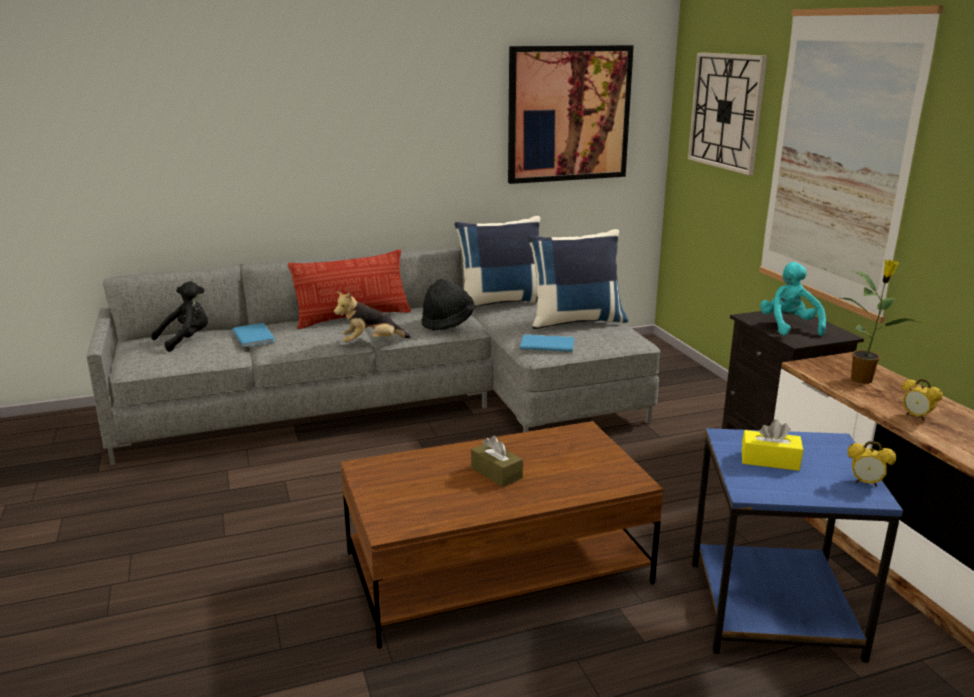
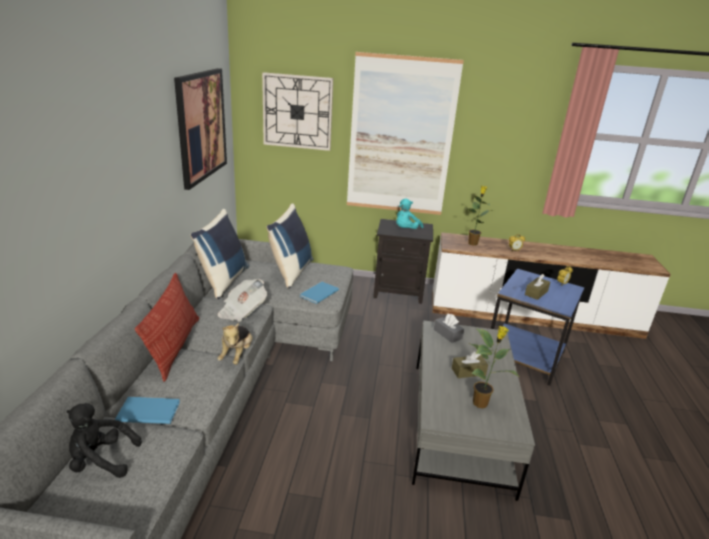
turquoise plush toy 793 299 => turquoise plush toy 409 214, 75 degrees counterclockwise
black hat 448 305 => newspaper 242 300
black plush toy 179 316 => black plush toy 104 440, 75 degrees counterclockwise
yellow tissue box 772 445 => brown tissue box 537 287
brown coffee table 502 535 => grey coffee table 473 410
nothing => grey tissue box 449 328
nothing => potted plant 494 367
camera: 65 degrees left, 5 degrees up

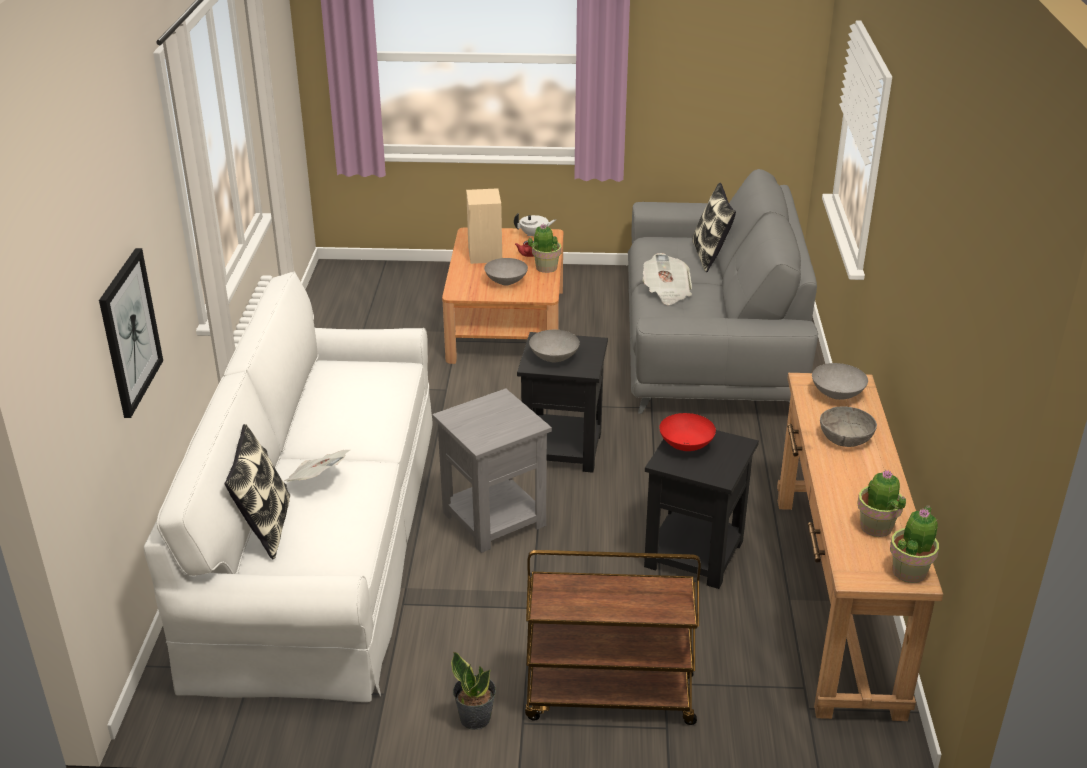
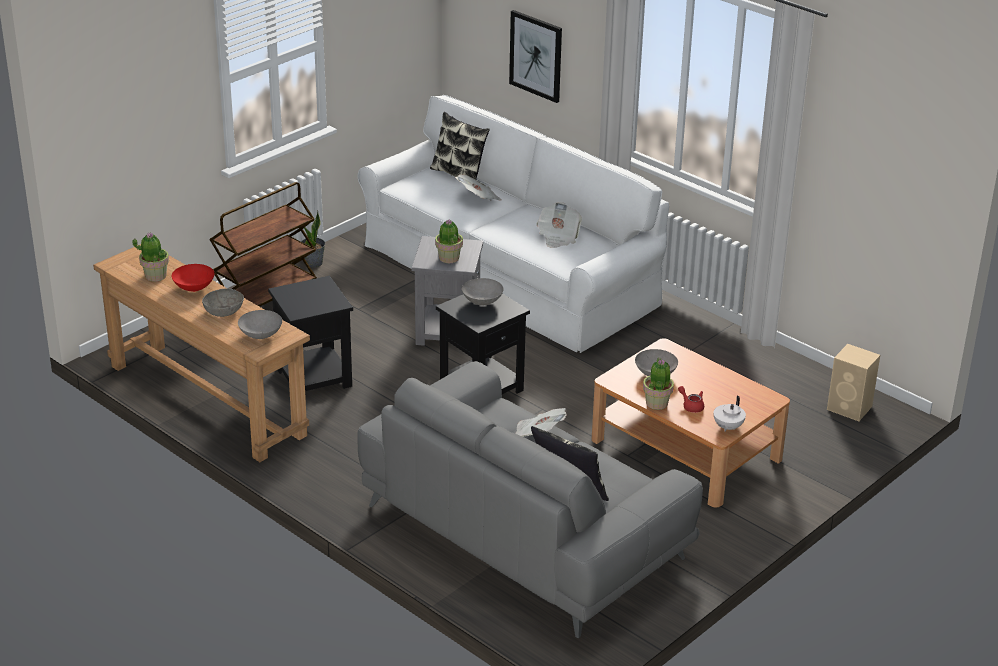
beige speaker 484 226 => beige speaker 853 382, relocated
red bowl 687 432 => red bowl 193 278, relocated
potted plant 914 544 => potted plant 449 241, relocated
nothing => newspaper 559 225
camera: 130 degrees right, 0 degrees up

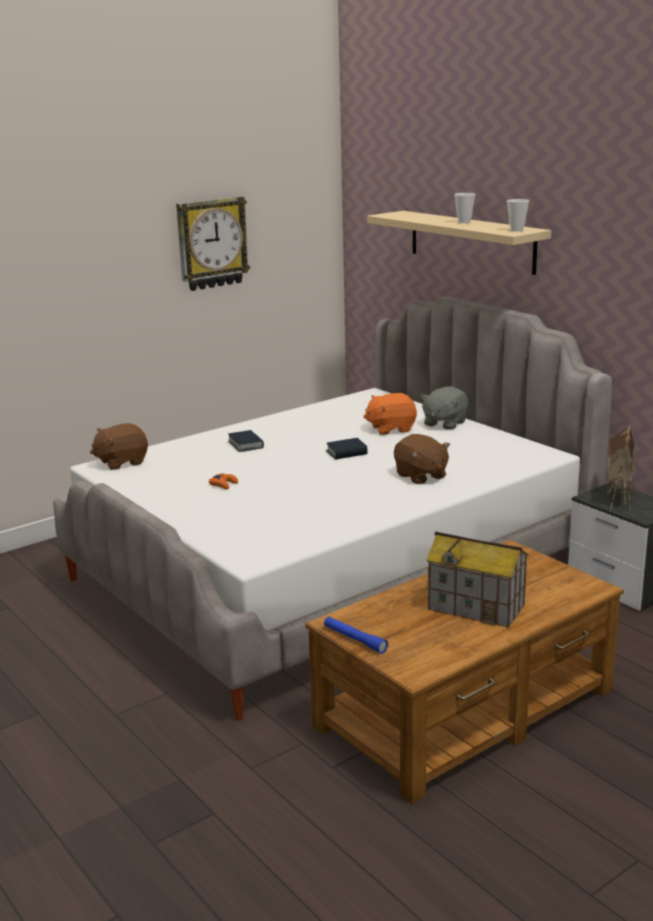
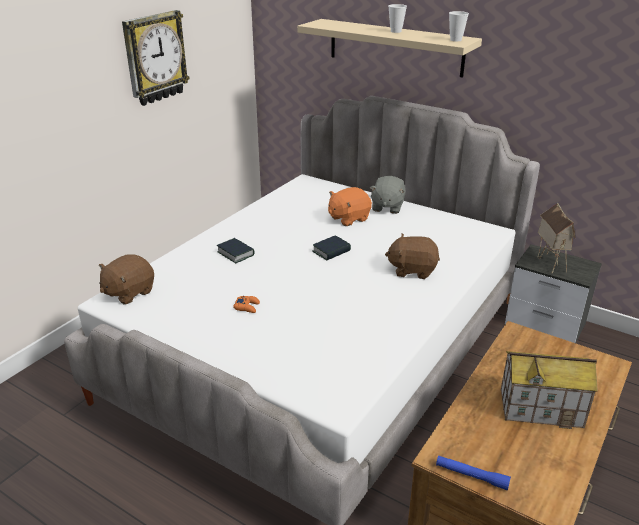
brown plush toy 422 459 => brown plush toy 412 256, 150 degrees clockwise
camera: 20 degrees left, 10 degrees up

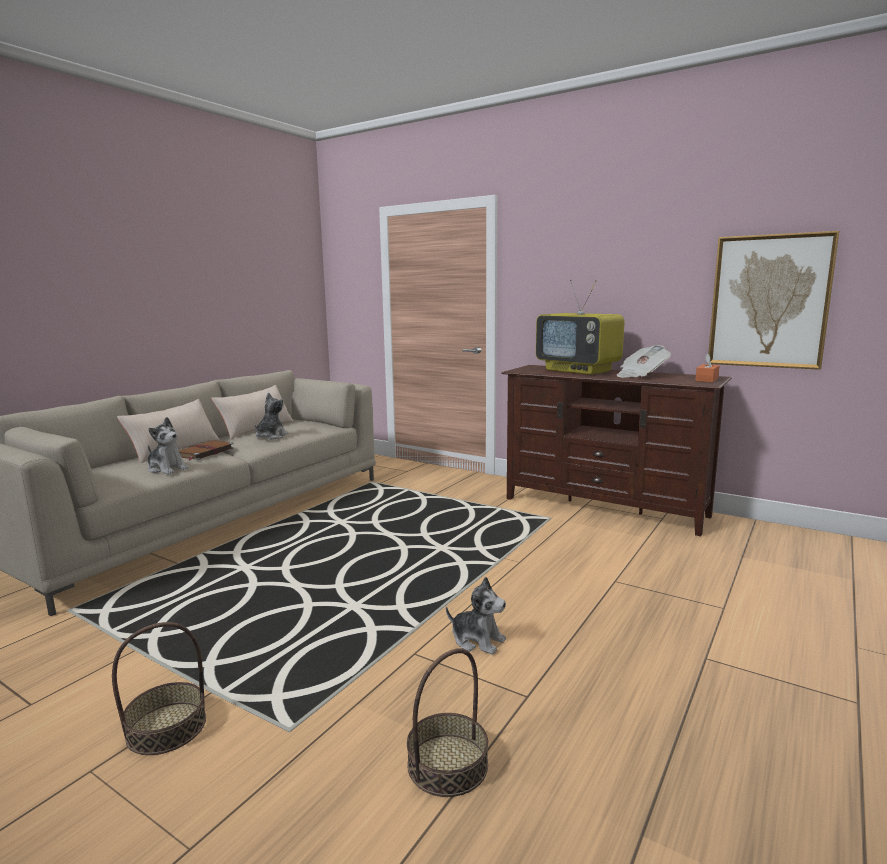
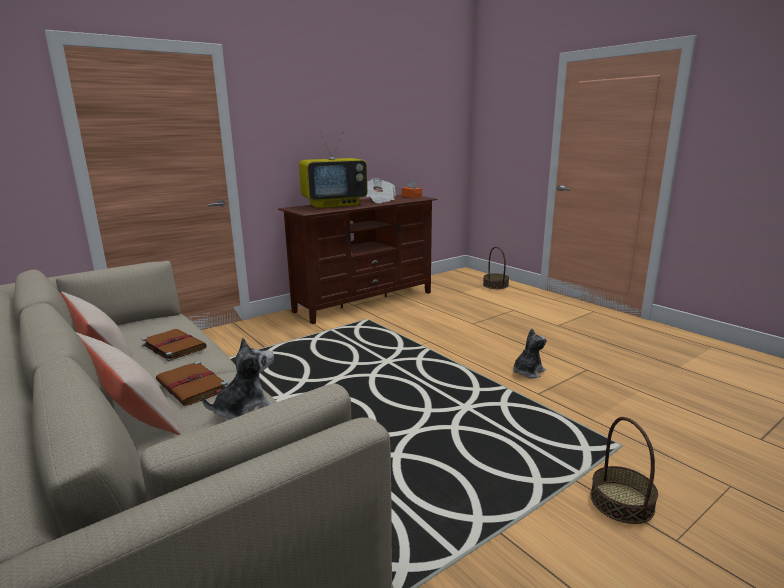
picture 773 300 => nothing
plush toy 271 416 => brown book 174 345
basket 447 722 => basket 496 268, relocated
camera: 70 degrees left, 5 degrees up

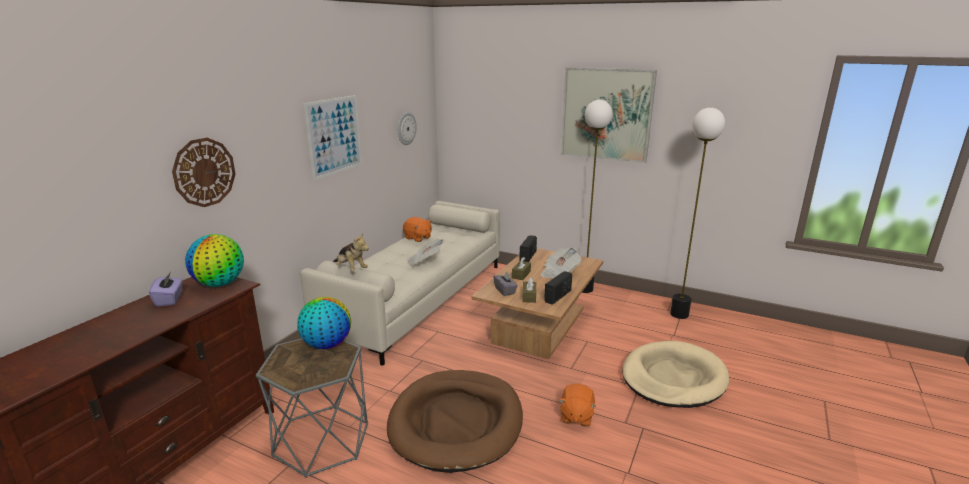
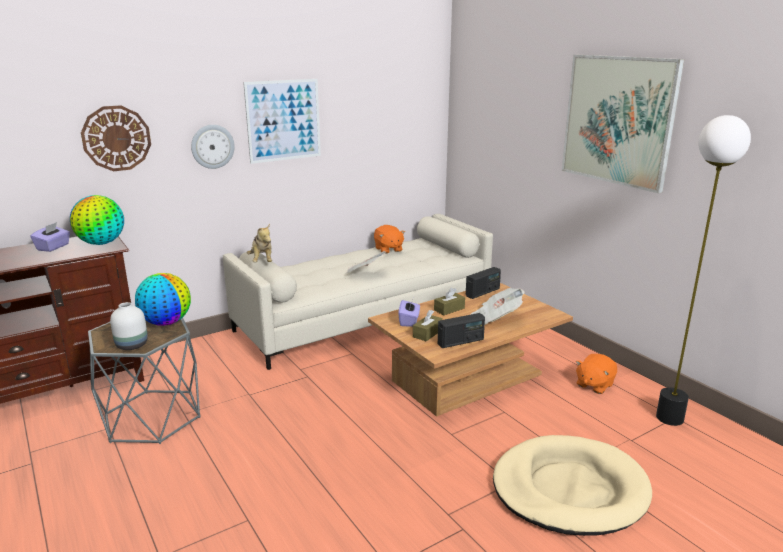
floor lamp 597 196 => nothing
wall clock 407 128 => wall clock 213 147, relocated
grey tissue box 505 283 => purple tissue box 409 313
brown dog bed 455 421 => nothing
orange plush toy 577 405 => orange plush toy 596 374, relocated
nothing => white vase 129 326
camera: 30 degrees right, 0 degrees up

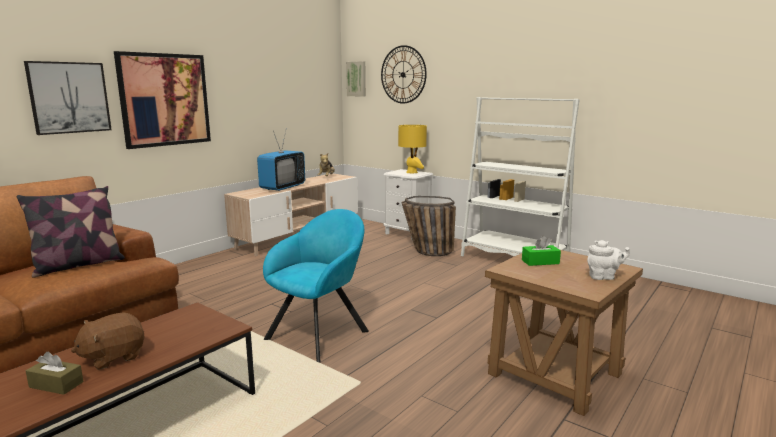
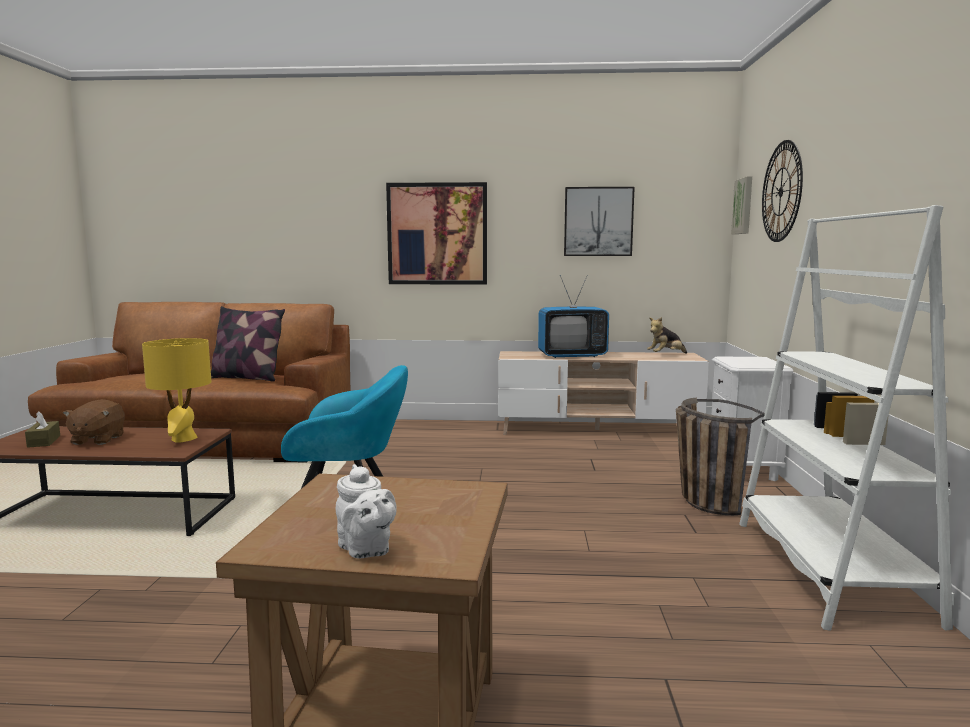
picture 68 98 => picture 599 221, relocated
yellow table lamp 412 149 => yellow table lamp 176 390, relocated
green tissue box 541 251 => nothing
brown plush toy 108 341 => brown plush toy 94 422, 105 degrees counterclockwise
camera: 55 degrees right, 5 degrees down

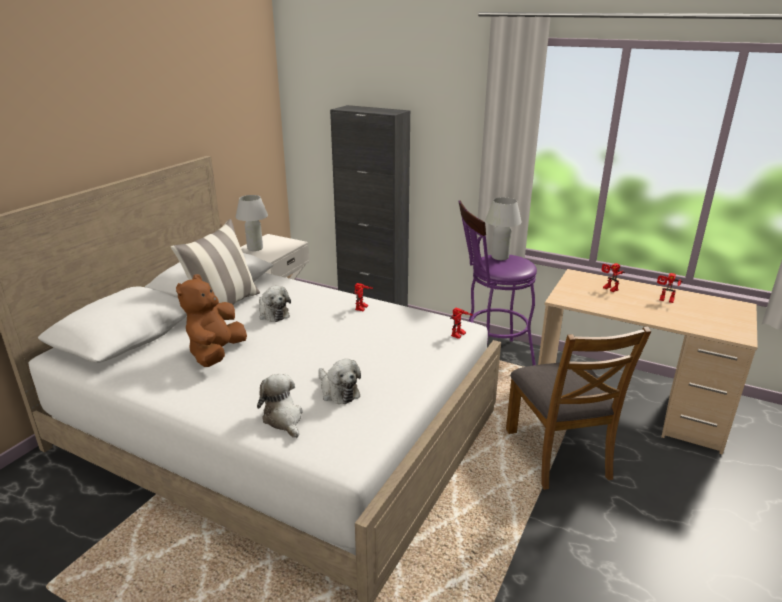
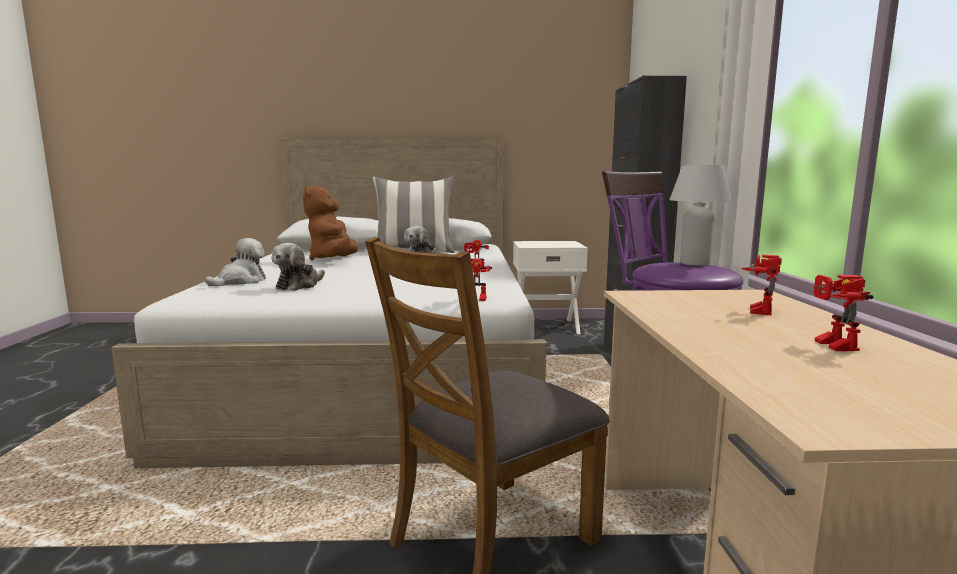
white table lamp 252 223 => nothing
brown plush toy 211 320 => brown plush toy 330 223, 75 degrees counterclockwise
camera: 60 degrees right, 15 degrees down

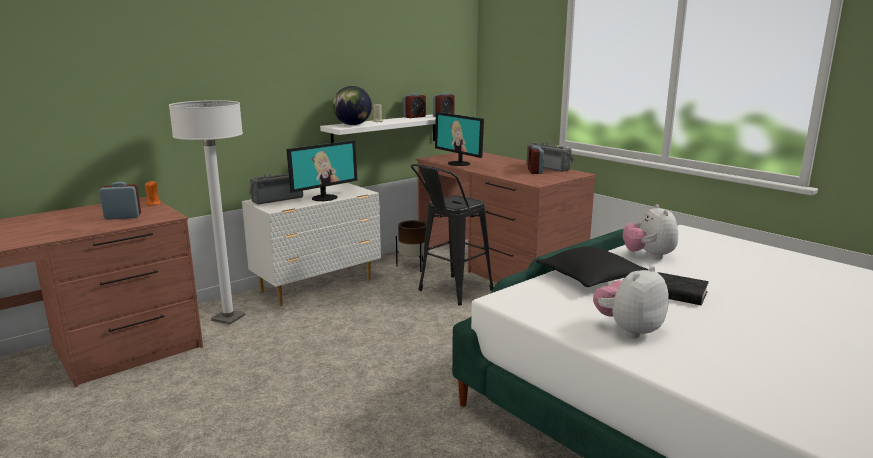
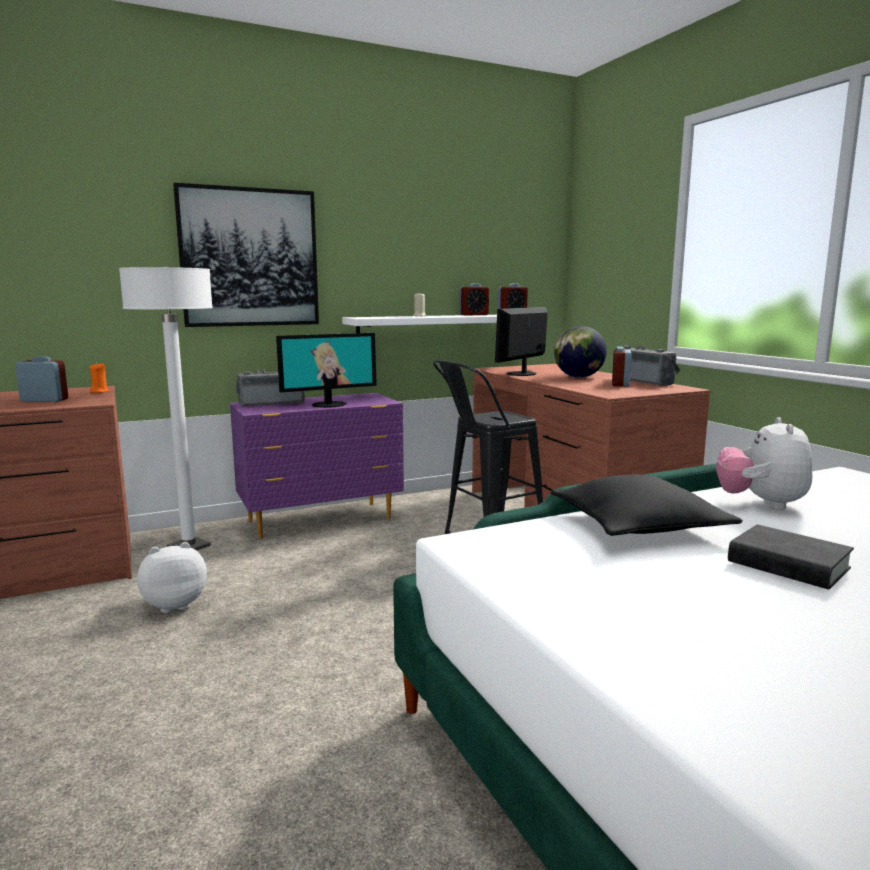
globe 352 105 => globe 580 352, relocated
monitor 459 139 => monitor 521 341, 60 degrees clockwise
white dresser 311 244 => purple dresser 317 466
brown planter 411 246 => nothing
plush toy 631 302 => plush toy 172 577, relocated
nothing => picture 246 255
camera: 15 degrees right, 5 degrees down

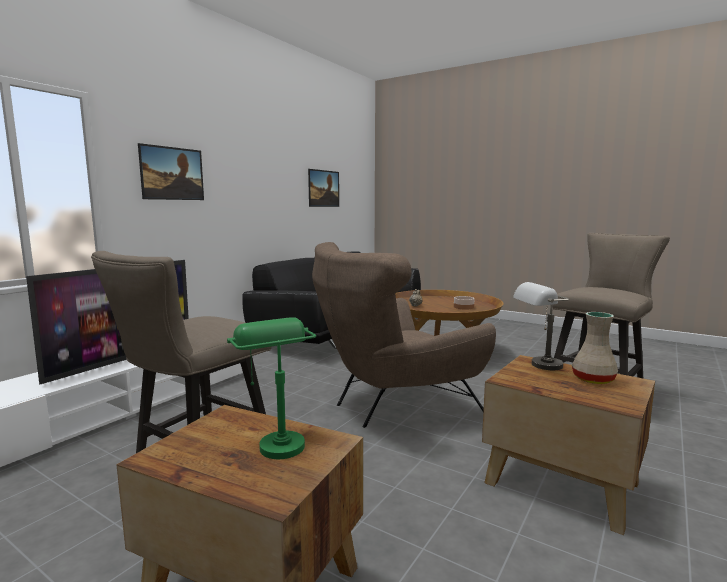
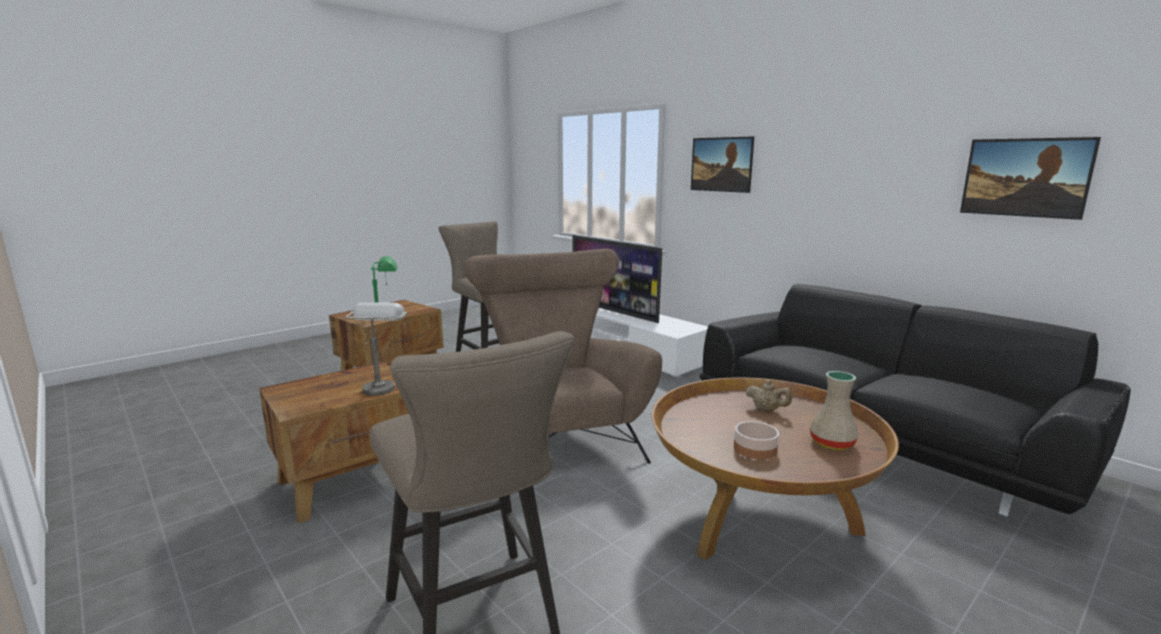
beige vase 595 348 => beige vase 834 410, relocated
camera: 105 degrees right, 5 degrees up

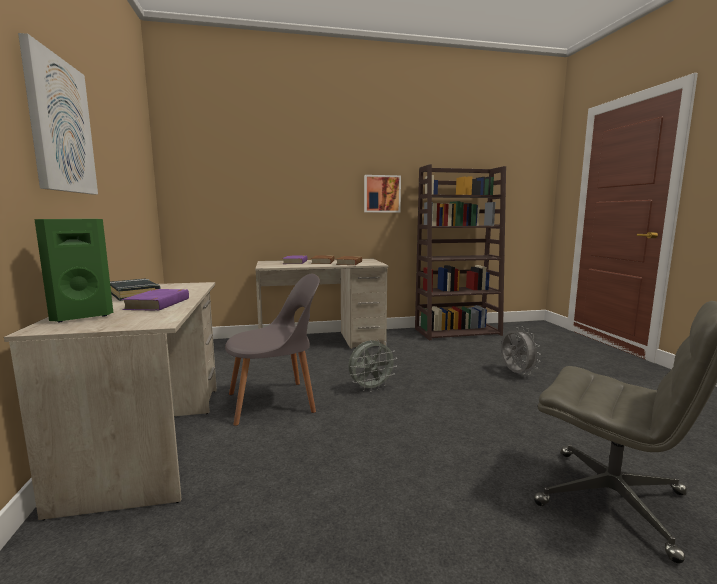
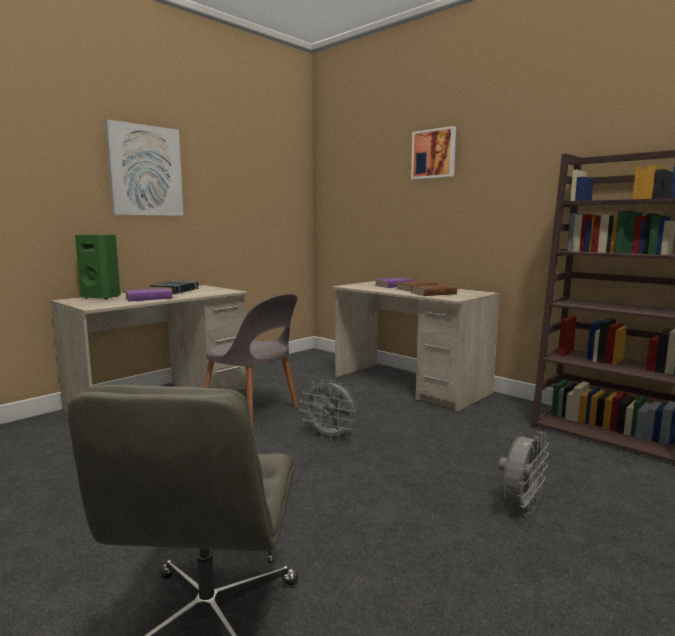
picture 382 193 => picture 433 152, relocated
camera: 55 degrees right, 0 degrees up

